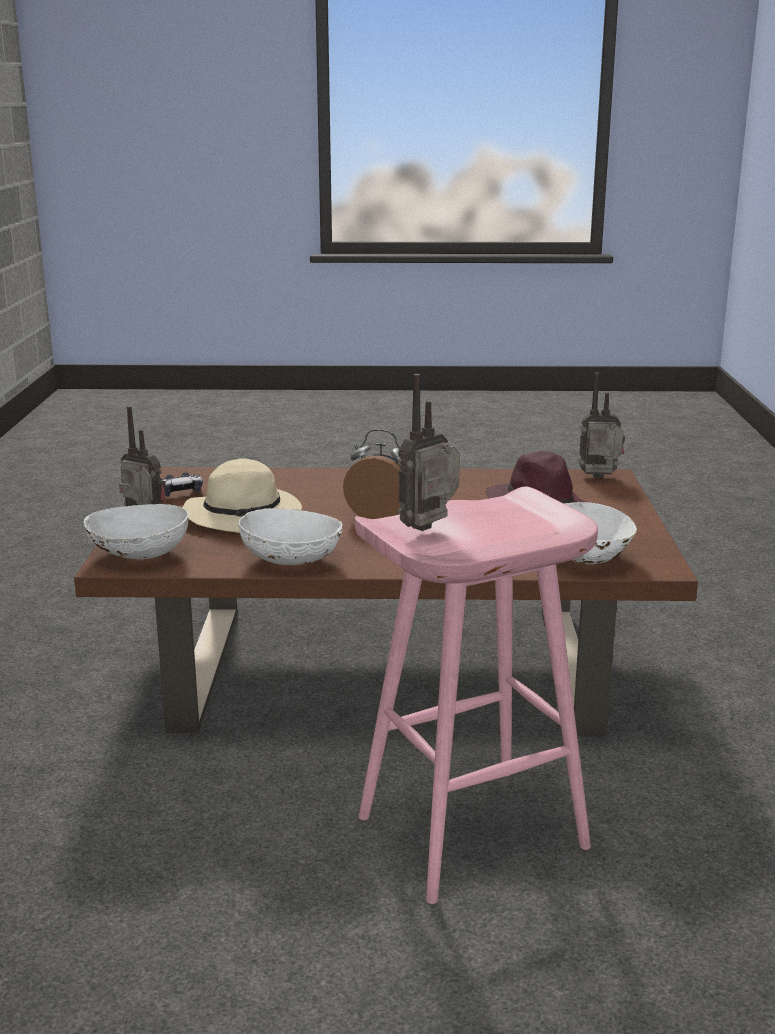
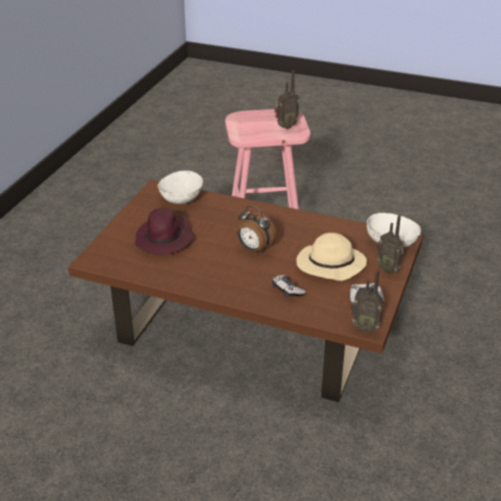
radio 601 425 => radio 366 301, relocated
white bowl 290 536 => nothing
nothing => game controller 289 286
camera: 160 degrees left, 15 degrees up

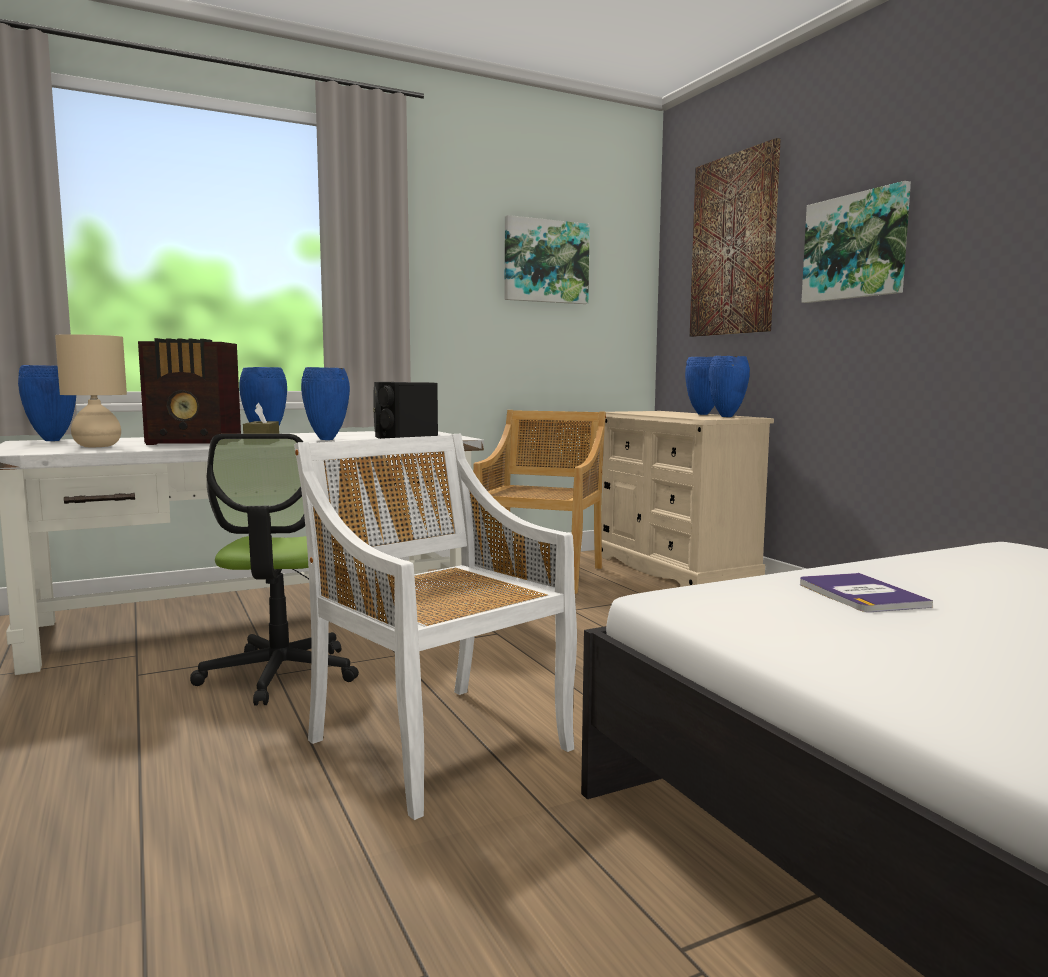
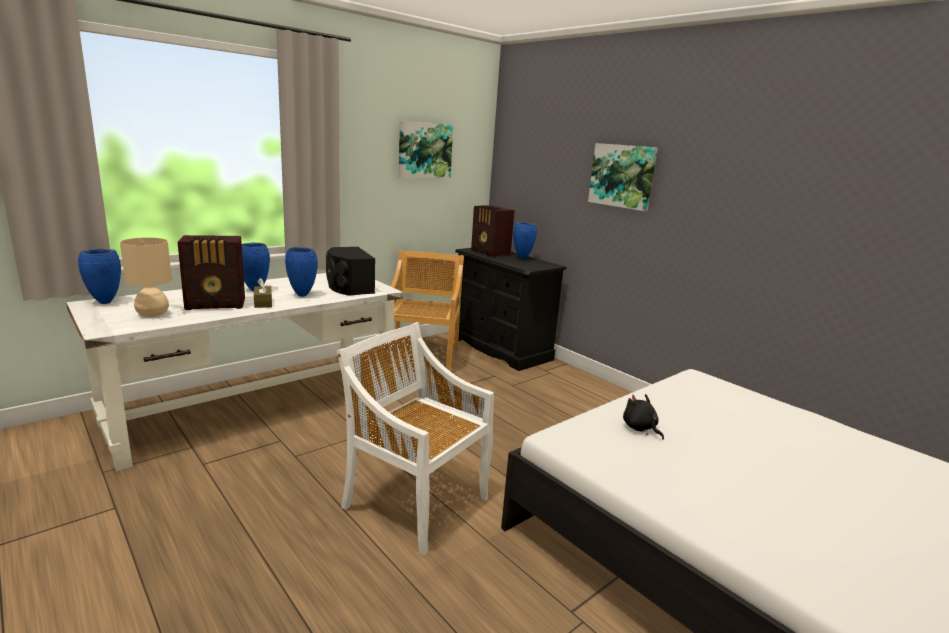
picture 735 237 => nothing
blue vase 729 386 => nothing
beige dresser 687 499 => black dresser 510 309
office chair 274 569 => nothing
book 866 592 => black plush toy 643 417
nothing => radio 493 231
camera: 15 degrees left, 10 degrees up

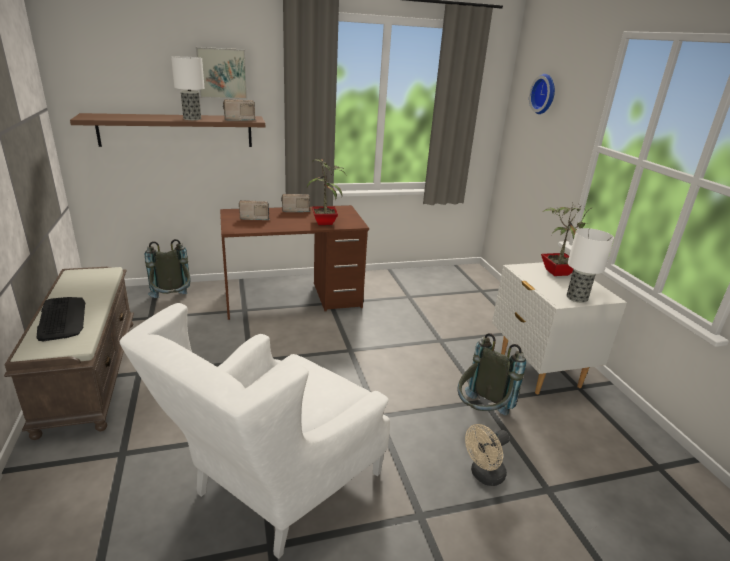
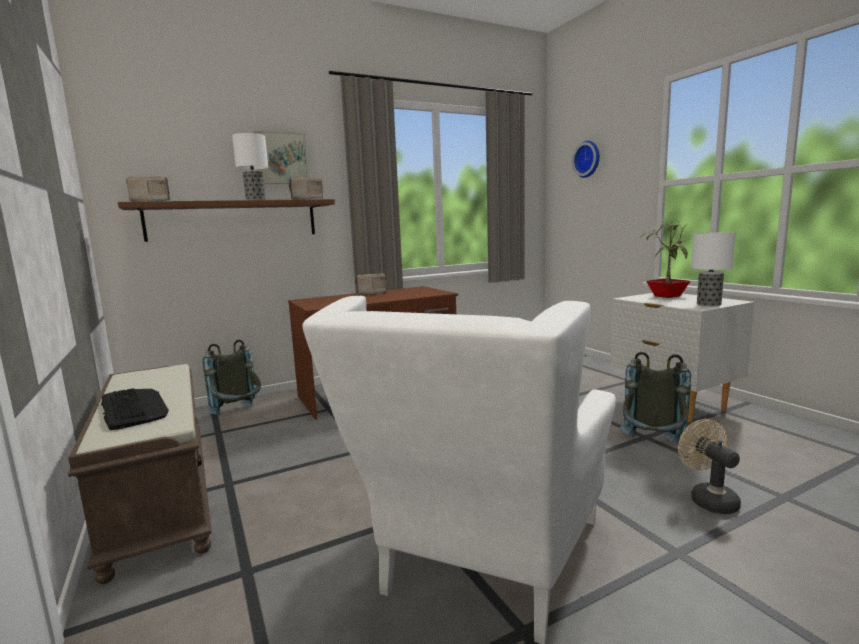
potted plant 325 191 => nothing
radio 254 210 => radio 148 189, relocated
beige fan 487 455 => beige fan 709 466, 120 degrees clockwise
camera: 10 degrees left, 15 degrees down

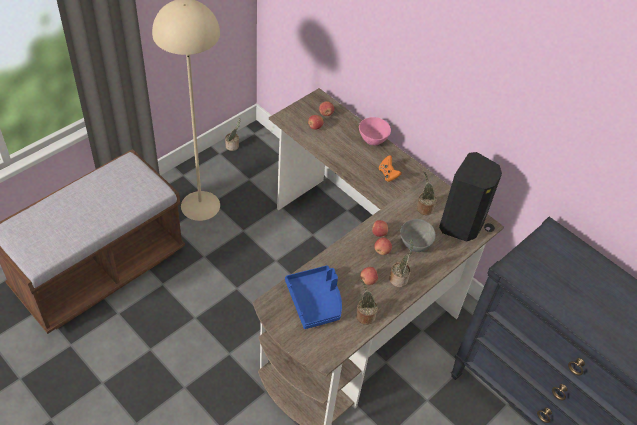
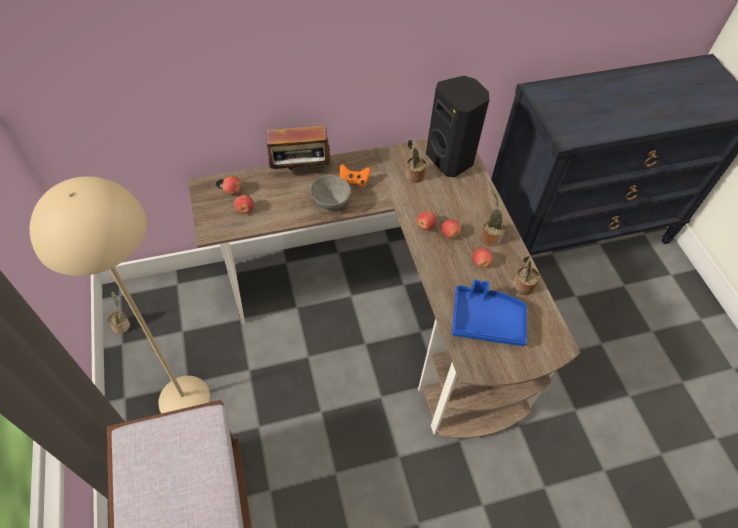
pink bowl 375 131 => radio 299 151
grey bowl 418 235 => grey bowl 331 192, relocated
camera: 60 degrees left, 5 degrees up

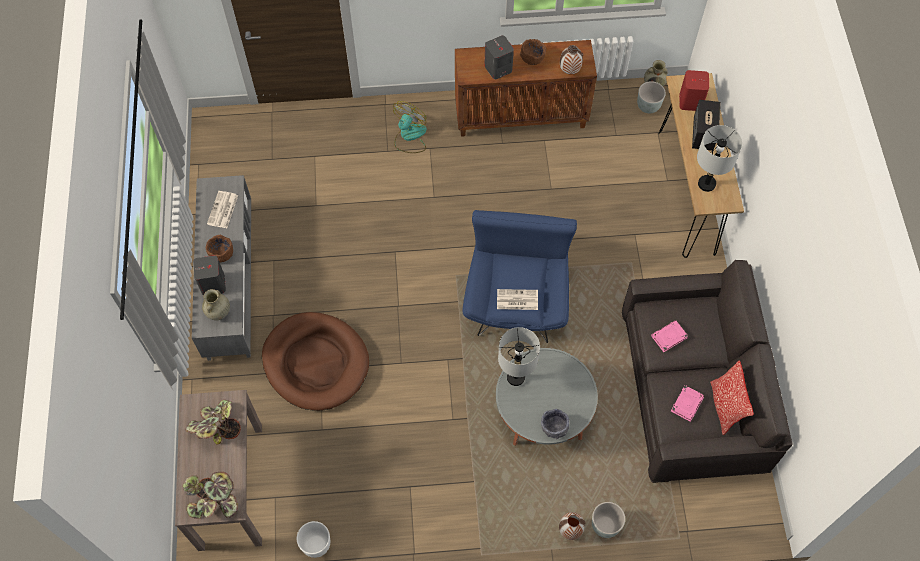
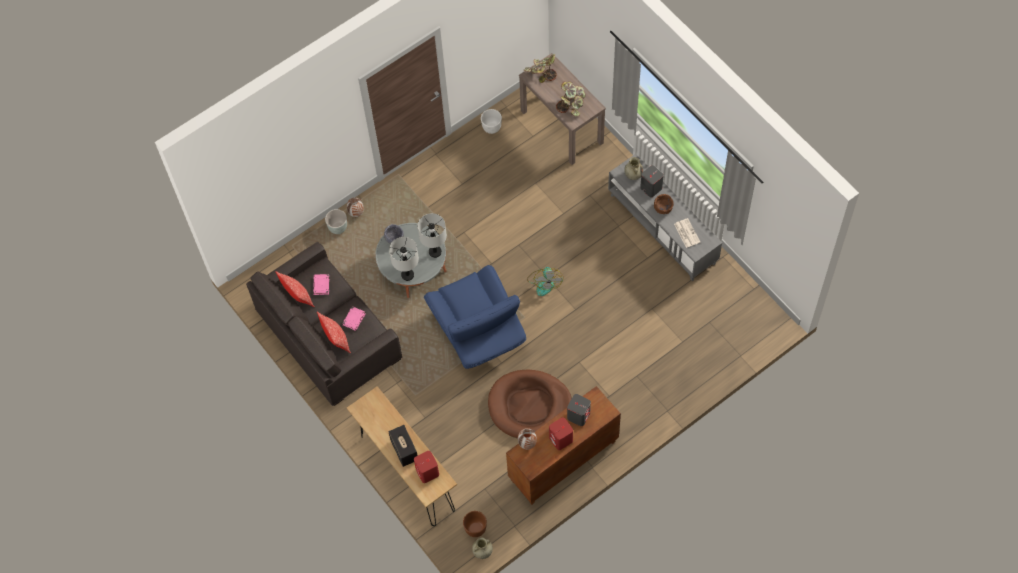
brown bowl 533 52 => red speaker 561 433
grey planter 651 97 => brown planter 475 524
fan 410 127 => fan 545 281, relocated
grey table lamp 720 158 => grey table lamp 404 259, relocated
newspaper 517 299 => nothing
brown dog bed 315 361 => brown dog bed 530 403, relocated
nothing => pillow 334 332
camera: 150 degrees right, 0 degrees up

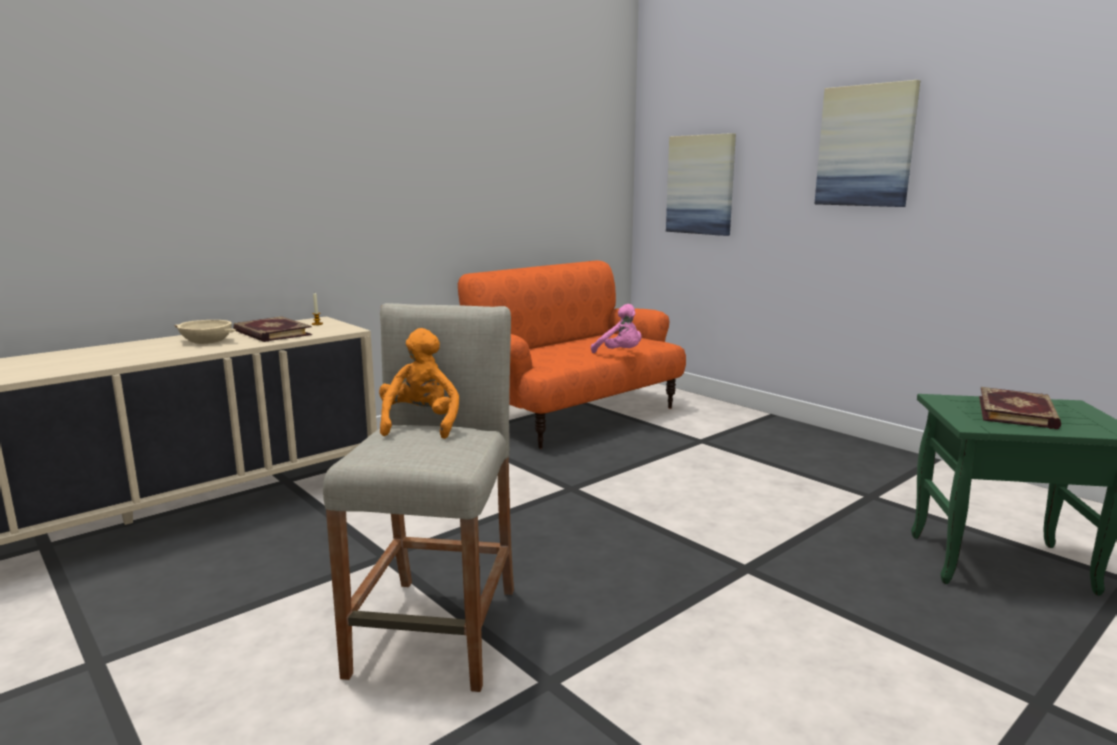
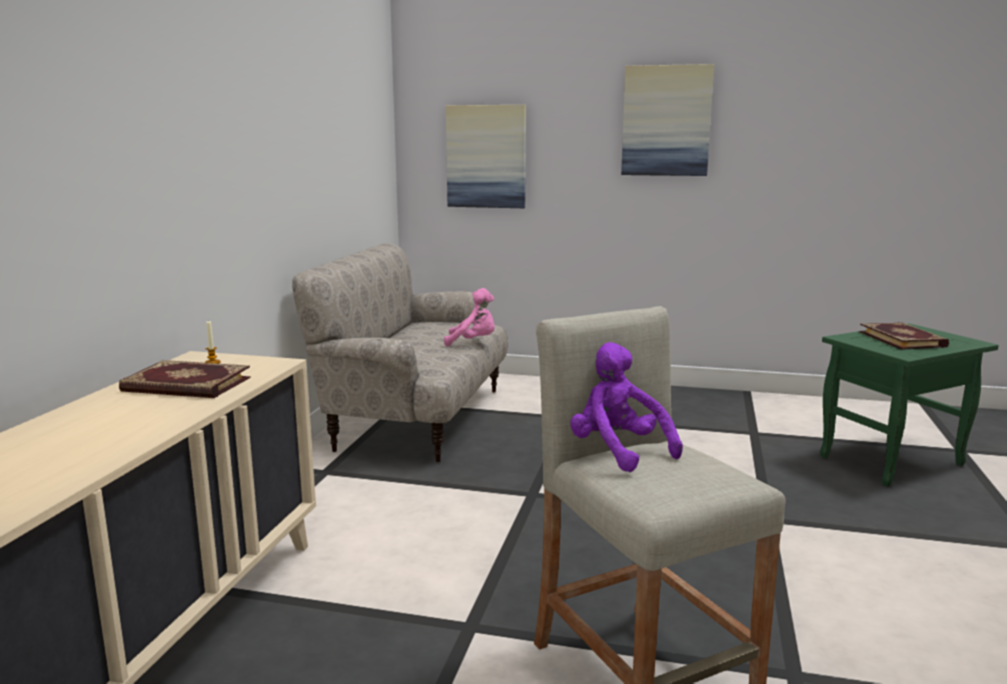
orange sofa 572 354 => beige sofa 400 353
beige bowl 205 332 => nothing
orange plush toy 419 383 => purple plush toy 626 407
camera: 35 degrees left, 0 degrees up

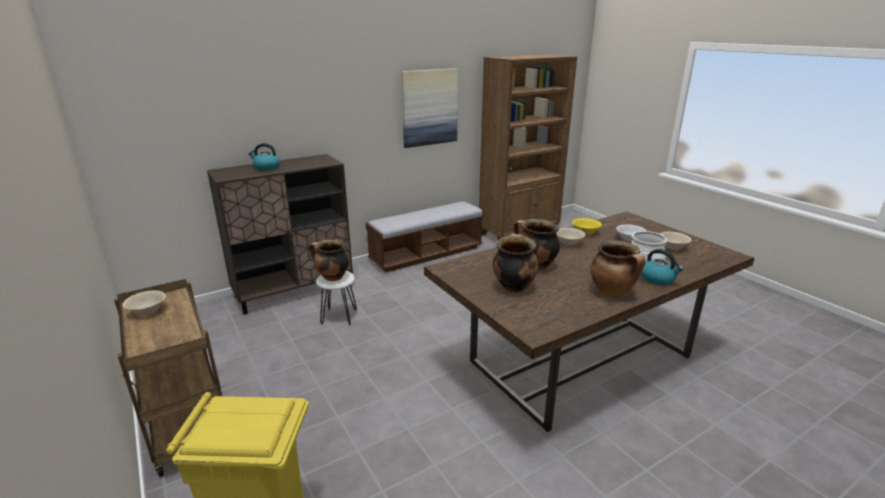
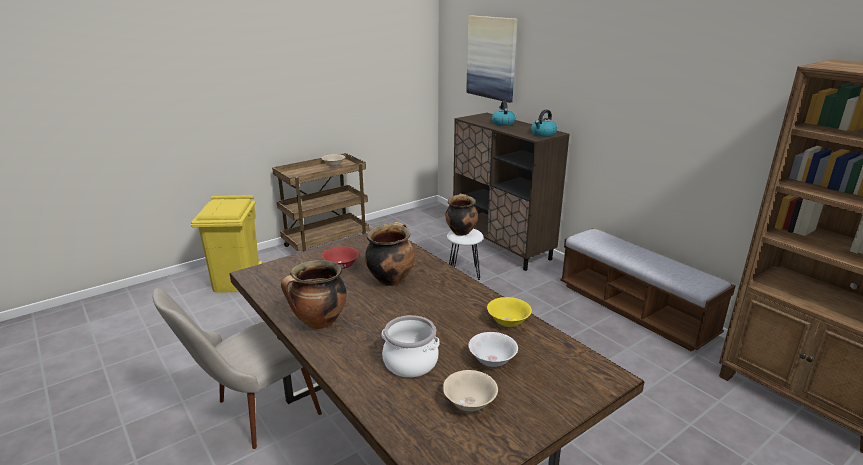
picture 429 108 => picture 491 59, relocated
beige bowl 570 237 => nothing
cooking pot 515 263 => red bowl 340 258
kettle 662 267 => kettle 544 123, relocated
nothing => beige chair 237 368
camera: 85 degrees right, 0 degrees up

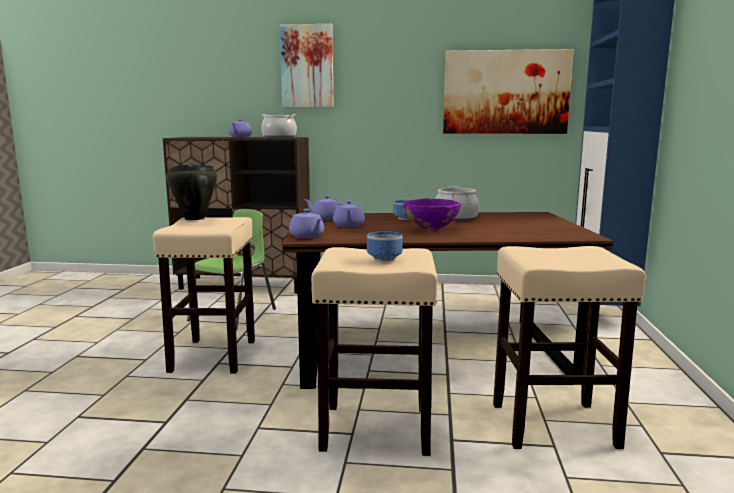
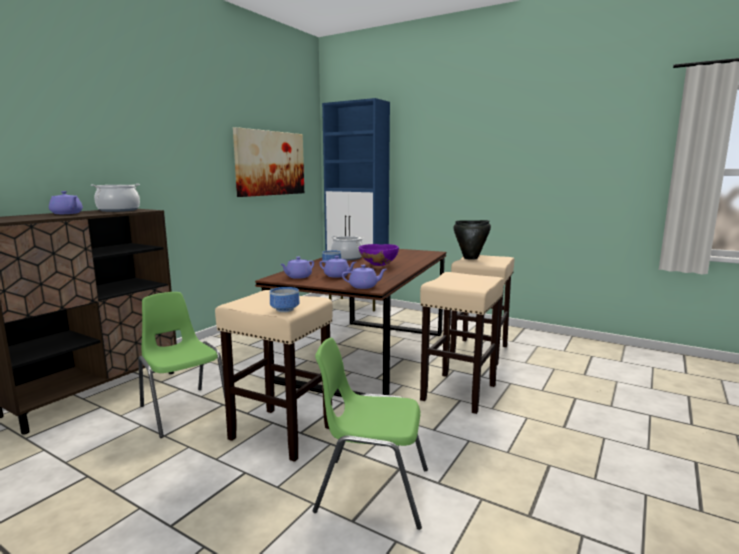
picture 307 65 => nothing
black cooking pot 191 192 => black cooking pot 472 240, relocated
bowl 385 246 => bowl 285 300, relocated
nothing => green chair 370 434
camera: 65 degrees left, 0 degrees up

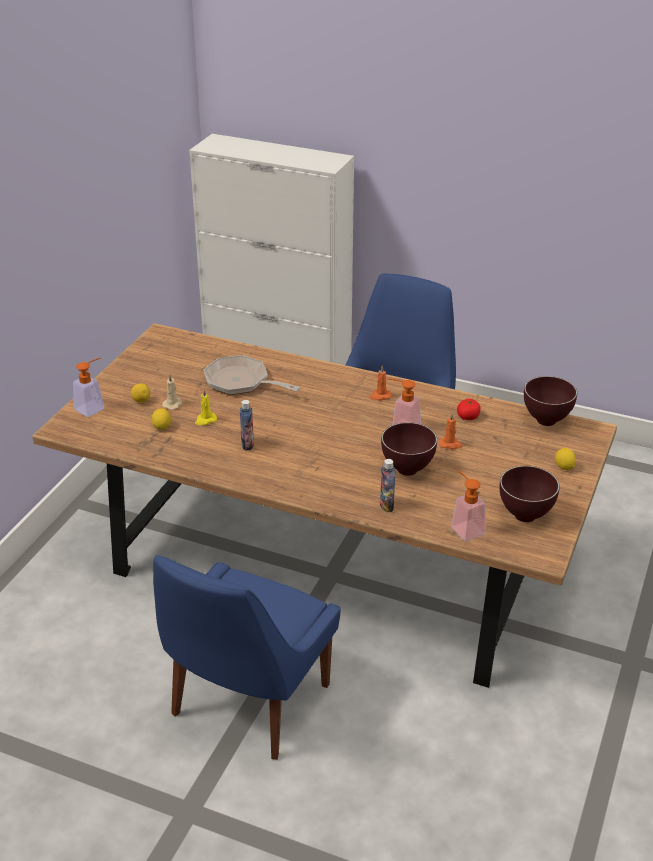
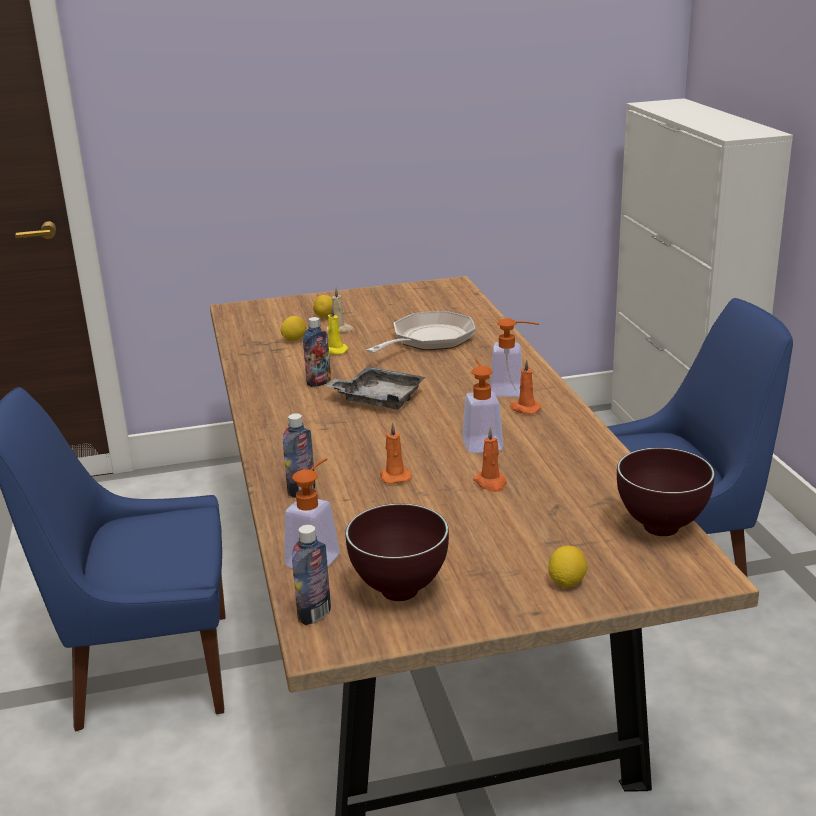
frying pan 252 375 => frying pan 421 332, 45 degrees clockwise
soap dispenser 88 387 => soap dispenser 514 357, relocated
tomato 469 409 => nothing
brown bowl 409 449 => orange candle 396 453
nothing => grey tray 375 388
nothing => bottle 311 575
camera: 55 degrees right, 10 degrees down

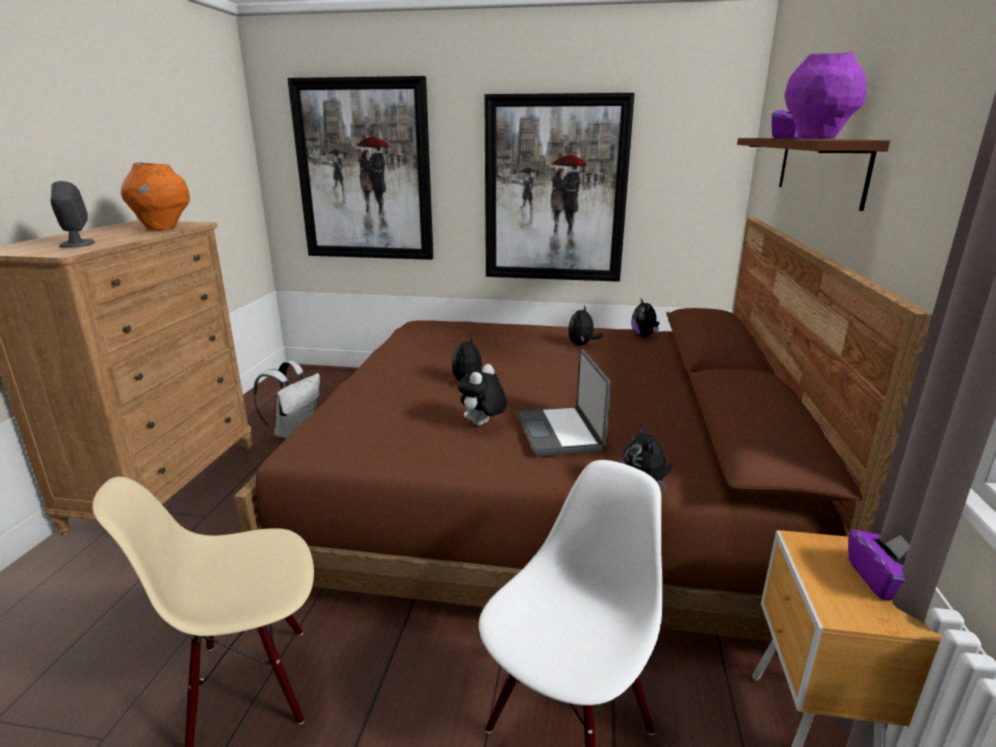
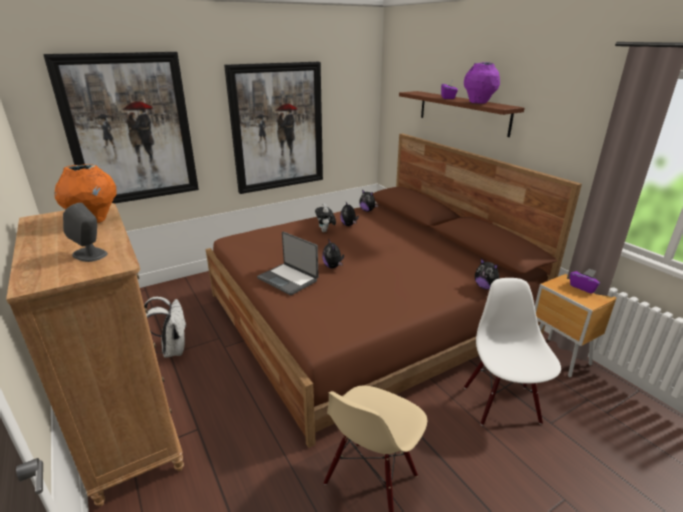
laptop 564 403 => laptop 288 263, relocated
plush toy 482 395 => plush toy 325 217, relocated
camera: 40 degrees left, 5 degrees up

